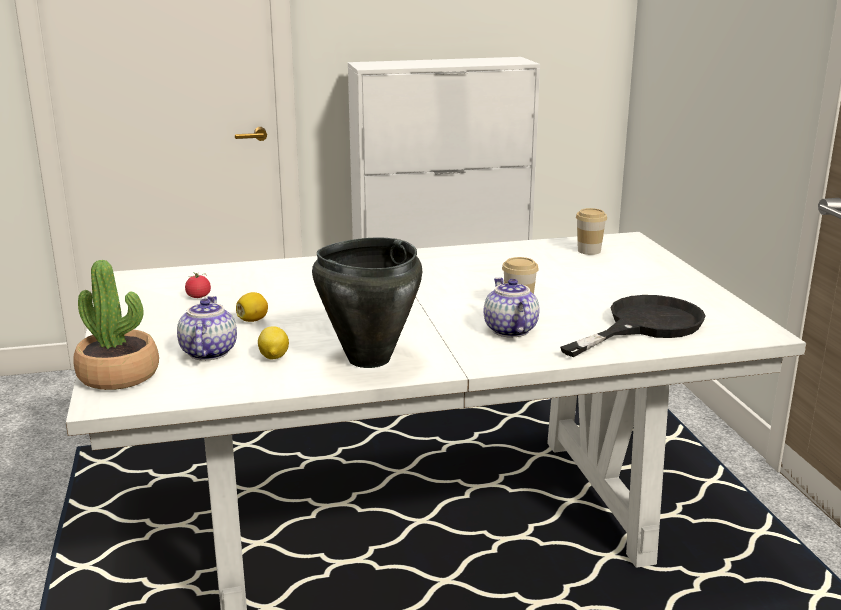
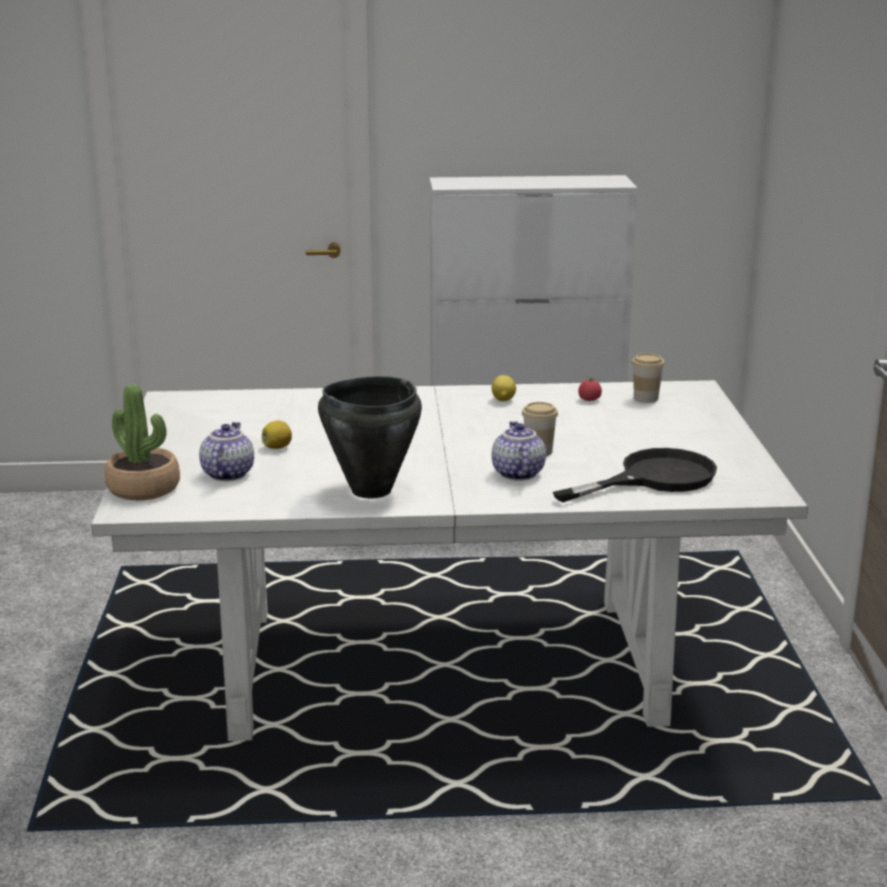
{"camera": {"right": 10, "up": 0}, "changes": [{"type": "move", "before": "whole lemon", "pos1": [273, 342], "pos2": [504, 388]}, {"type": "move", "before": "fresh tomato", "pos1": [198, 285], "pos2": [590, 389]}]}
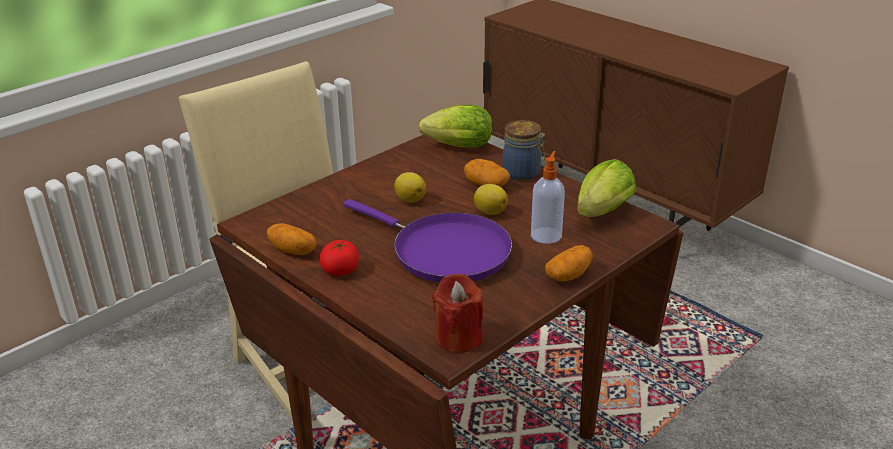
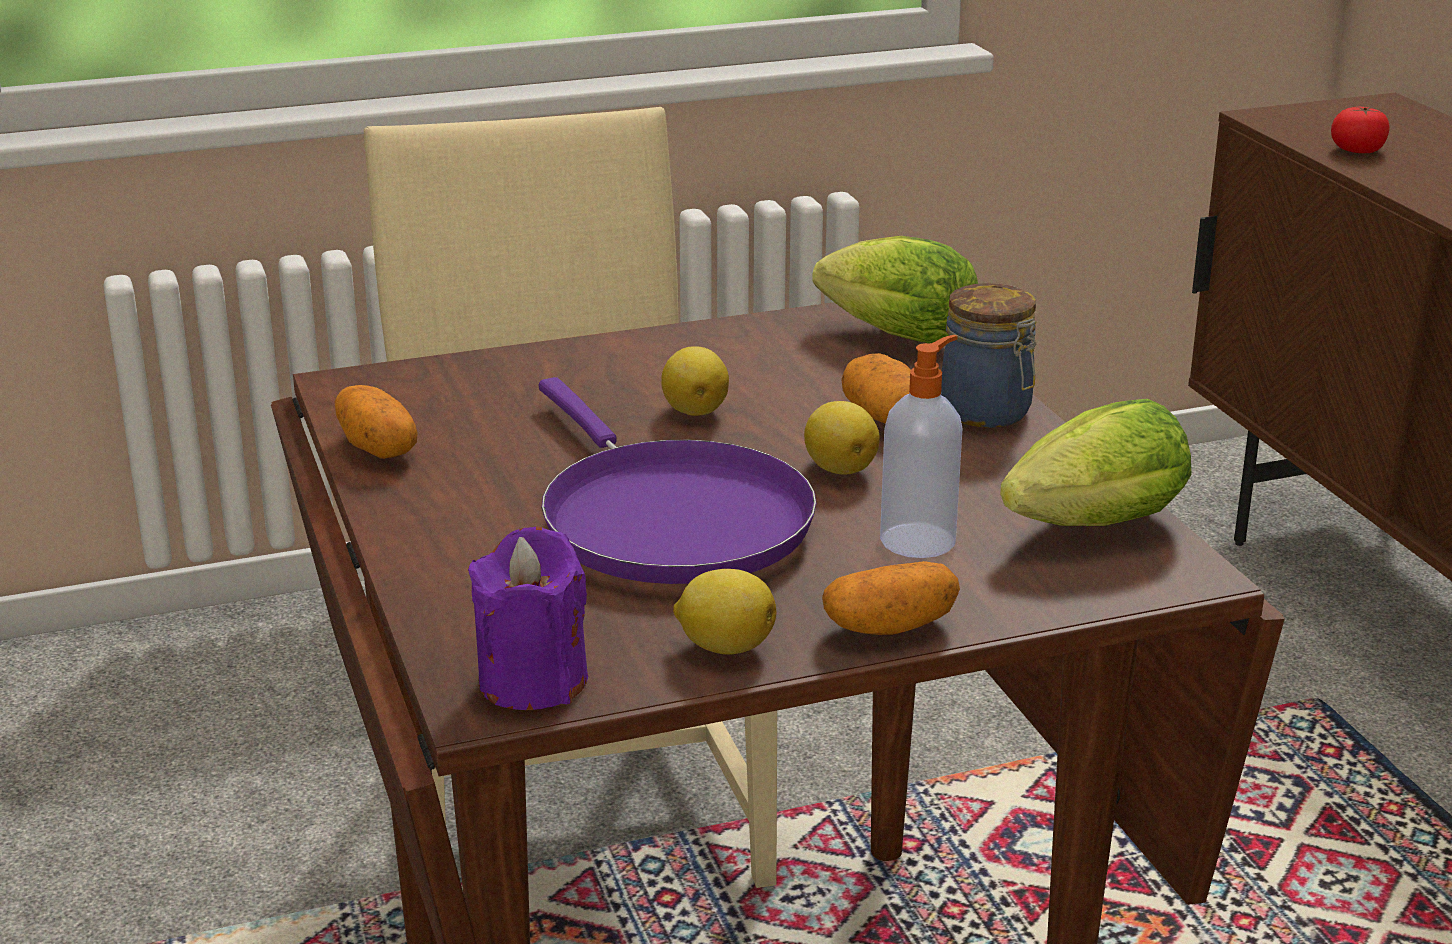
{"camera": {"right": 25, "up": -5}, "changes": [{"type": "recolor", "before": "wax light (red)", "after": "wax light (purple)", "pos1": [457, 313], "pos2": [528, 618]}, {"type": "insert", "after": "whole lemon", "pos2": [724, 611]}, {"type": "move", "before": "fresh tomato", "pos1": [339, 258], "pos2": [1360, 129]}]}
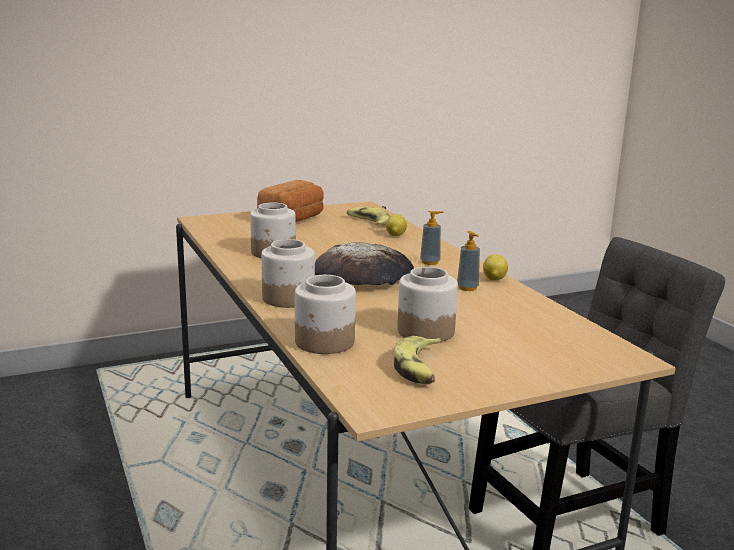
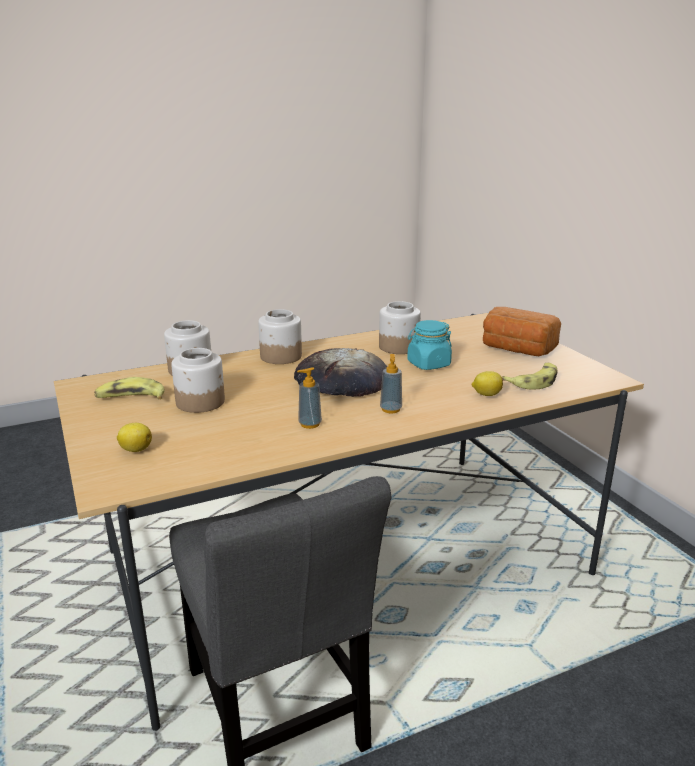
{"camera": {"right": 90, "up": 5}, "changes": [{"type": "move", "before": "whole lemon", "pos1": [495, 267], "pos2": [134, 437]}, {"type": "insert", "after": "preserve jar (blue-green)", "pos2": [429, 345]}]}
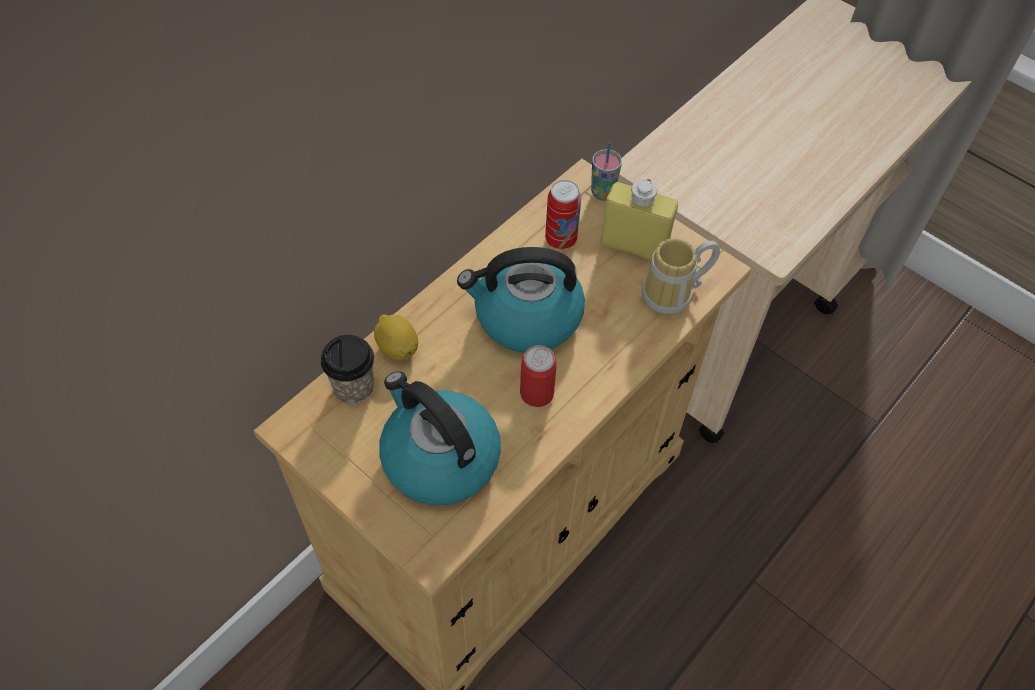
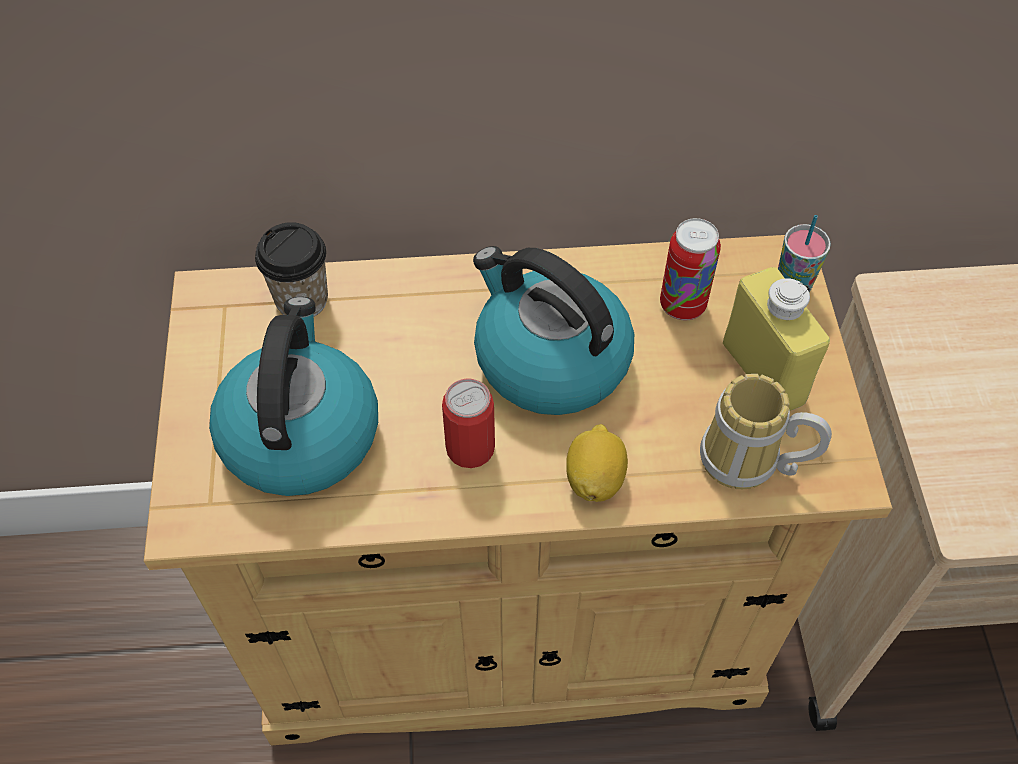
{"camera": {"right": 45, "up": 0}, "changes": [{"type": "move", "before": "whole lemon", "pos1": [396, 337], "pos2": [597, 463]}]}
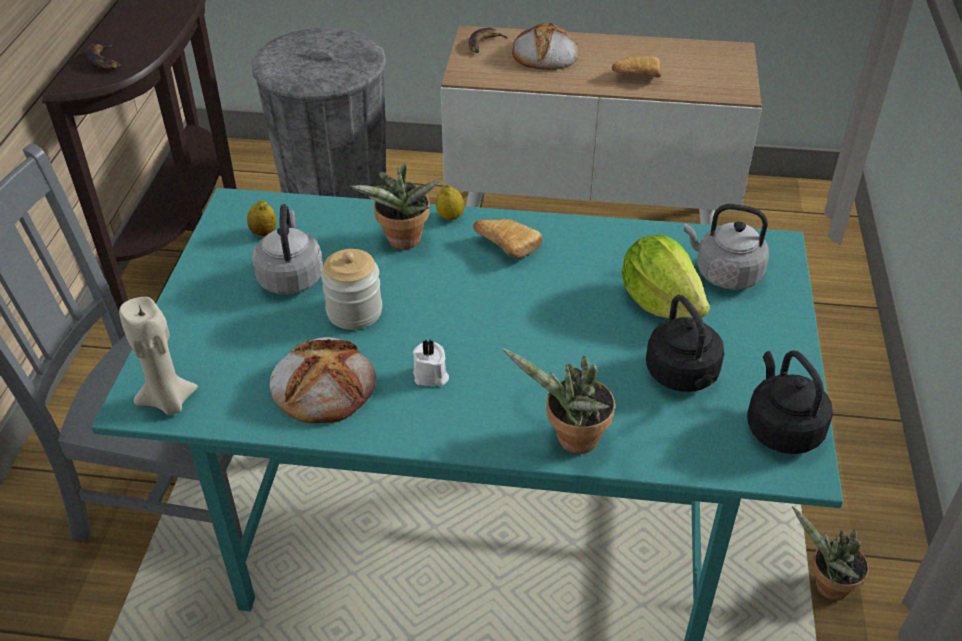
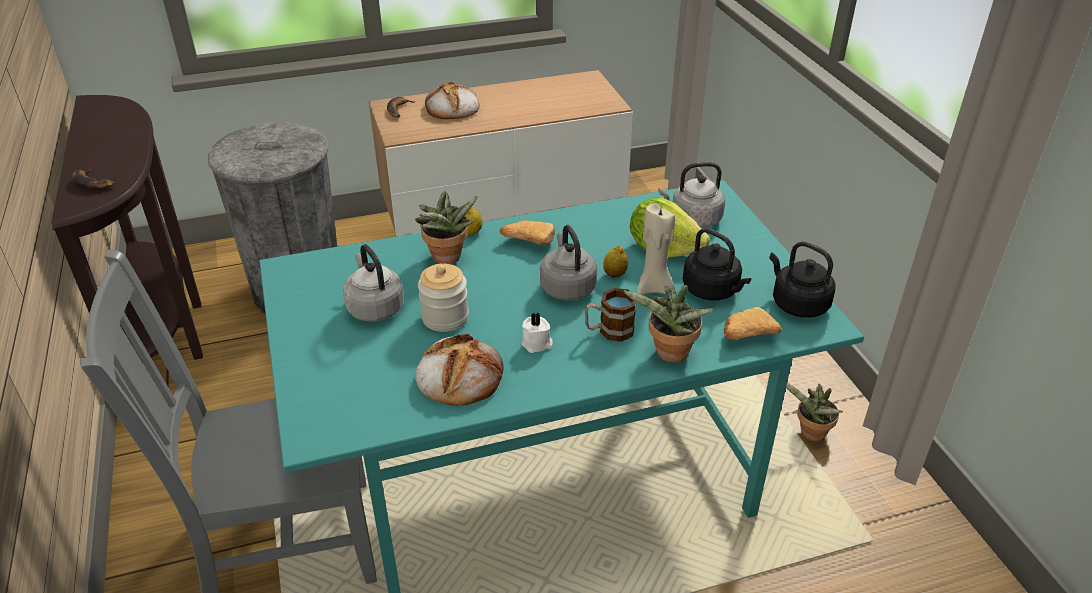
{"camera": {"right": -25, "up": -5}, "changes": [{"type": "insert", "after": "water kettle (grey)", "pos2": [568, 263]}, {"type": "insert", "after": "coffee mug", "pos2": [610, 315]}, {"type": "move", "before": "whole lemon", "pos1": [262, 218], "pos2": [615, 262]}, {"type": "move", "before": "wax light (sand-coloured)", "pos1": [158, 356], "pos2": [656, 249]}, {"type": "move", "before": "baked bread", "pos1": [637, 66], "pos2": [753, 323]}]}
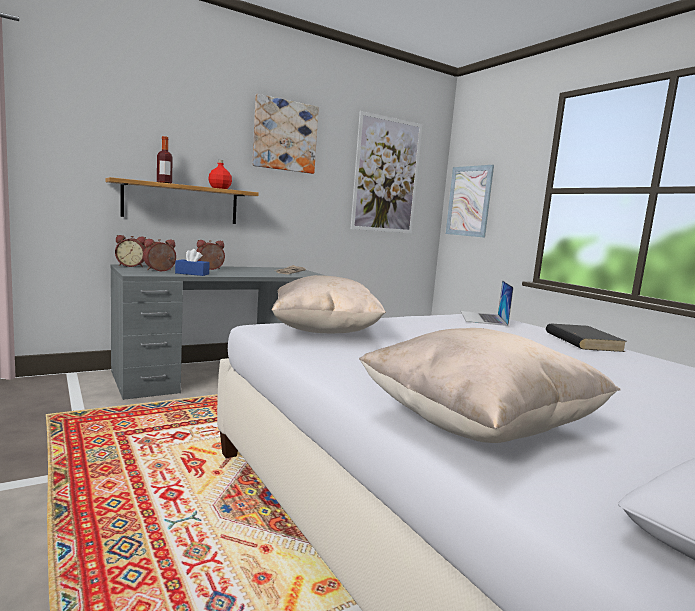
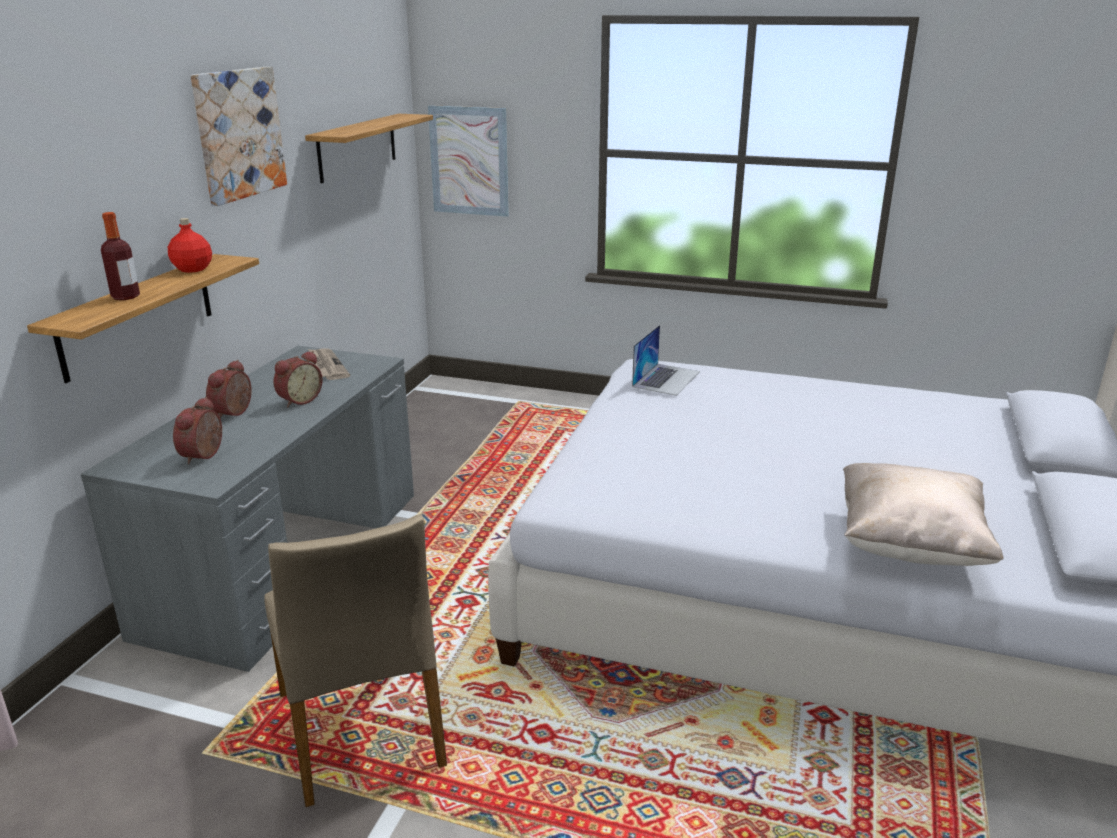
{"camera": {"right": -40, "up": 15}, "changes": [{"type": "insert", "after": "chair (sand-coloured)", "pos2": [355, 661]}, {"type": "move", "before": "bedside clock", "pos1": [130, 251], "pos2": [298, 379]}, {"type": "replace", "before": "picture", "after": "bracket shelf", "pos1": [386, 172], "pos2": [369, 148]}, {"type": "rotate", "before": "notebook computer", "pos1": [487, 303], "pos2": [666, 360], "turn": -120}, {"type": "delete", "before": "box of tissues (blue)", "pos1": [192, 262]}, {"type": "delete", "before": "pillow (sand-coloured)", "pos1": [329, 304]}, {"type": "delete", "before": "volume (black-coloured)", "pos1": [586, 337]}]}
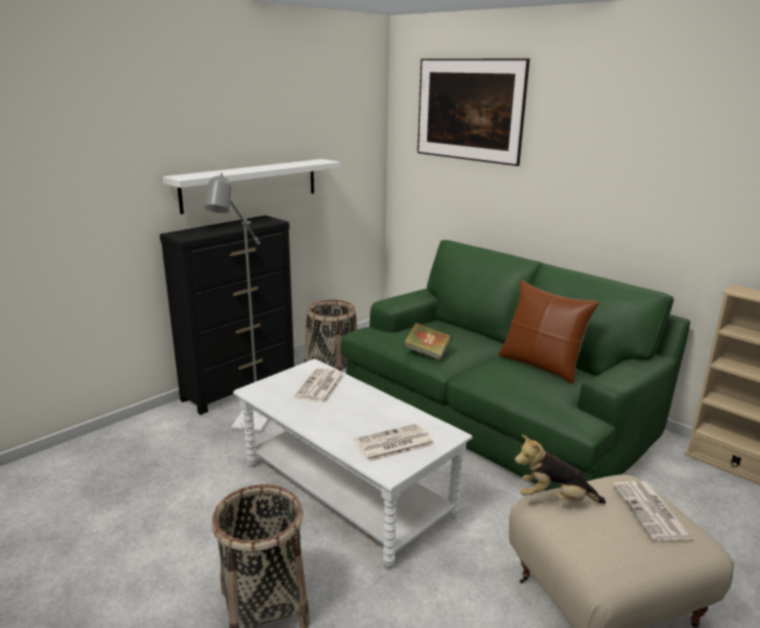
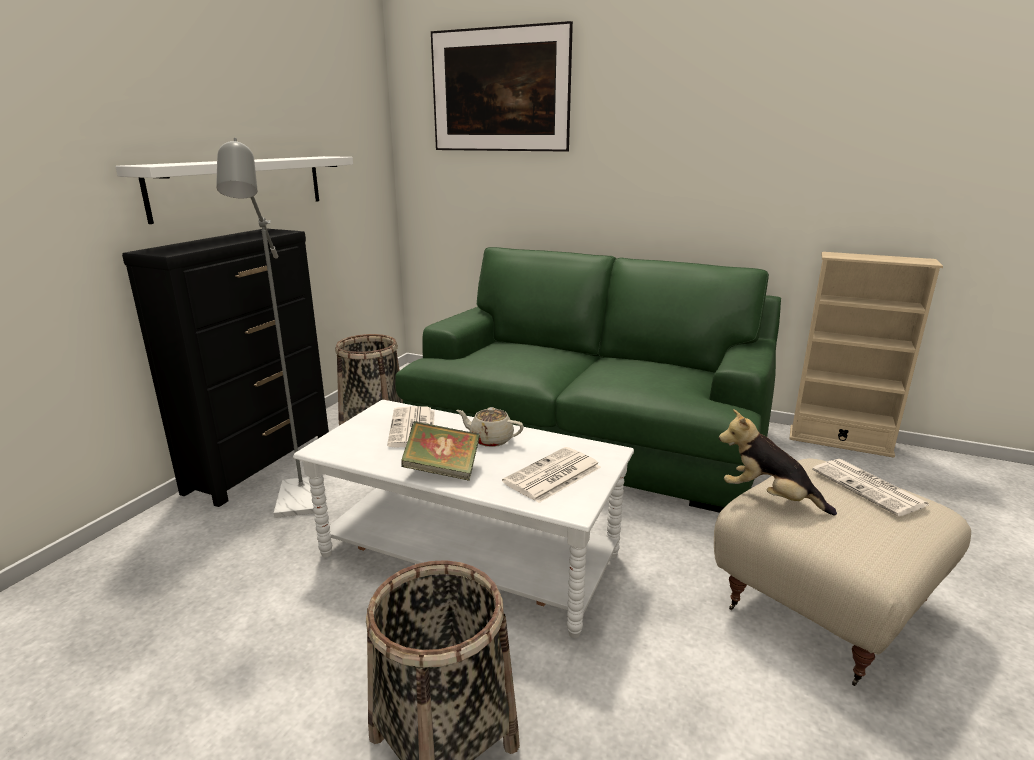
{"camera": {"right": -20, "up": 0}, "changes": [{"type": "move", "before": "volume", "pos1": [428, 341], "pos2": [440, 451]}, {"type": "insert", "after": "tea pot (sand-coloured)", "pos2": [490, 427]}, {"type": "rotate", "before": "plush toy", "pos1": [560, 469], "pos2": [778, 462], "turn": 45}, {"type": "delete", "before": "pillow (brownish)", "pos1": [548, 332]}]}
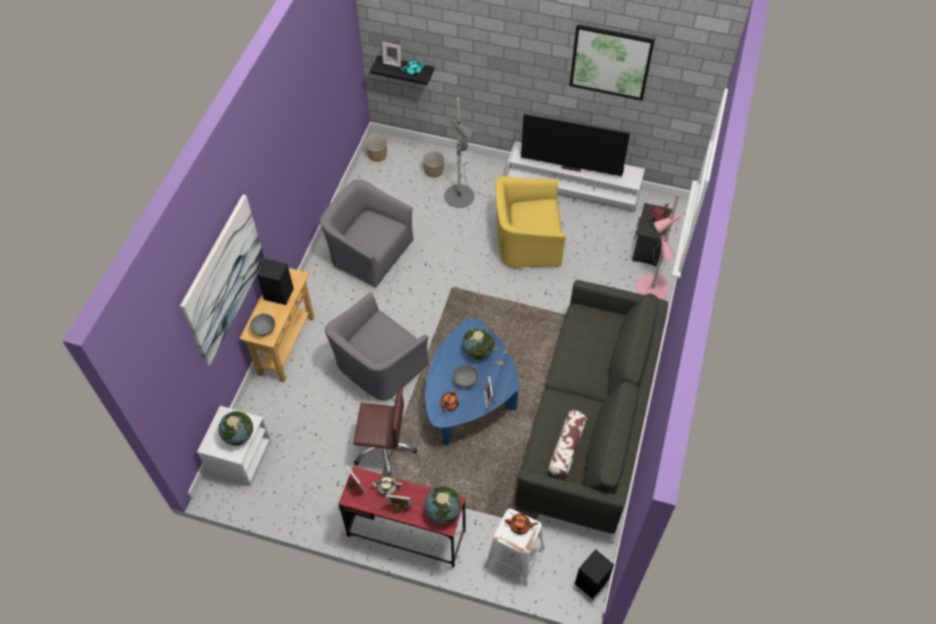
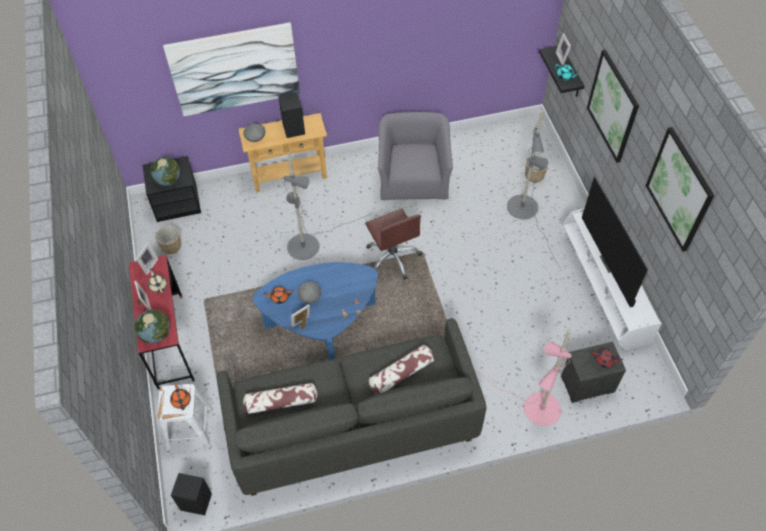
{"camera": {"right": 60, "up": 0}, "changes": [{"type": "recolor", "before": "nightstand (white-coloured)", "after": "nightstand (black-coloured)", "pos1": [234, 446], "pos2": [172, 189]}, {"type": "move", "before": "planter", "pos1": [376, 148], "pos2": [168, 240]}, {"type": "replace", "before": "lounge chair (grey)", "after": "floor lamp (grey)", "pos1": [377, 346], "pos2": [327, 206]}, {"type": "move", "before": "computer chair (brownish)", "pos1": [385, 432], "pos2": [393, 244]}, {"type": "insert", "after": "pillow", "pos2": [401, 369]}, {"type": "insert", "after": "picture", "pos2": [613, 106]}, {"type": "delete", "before": "world globe", "pos1": [478, 344]}, {"type": "delete", "before": "lounge chair (yellow-coloured)", "pos1": [530, 222]}]}
